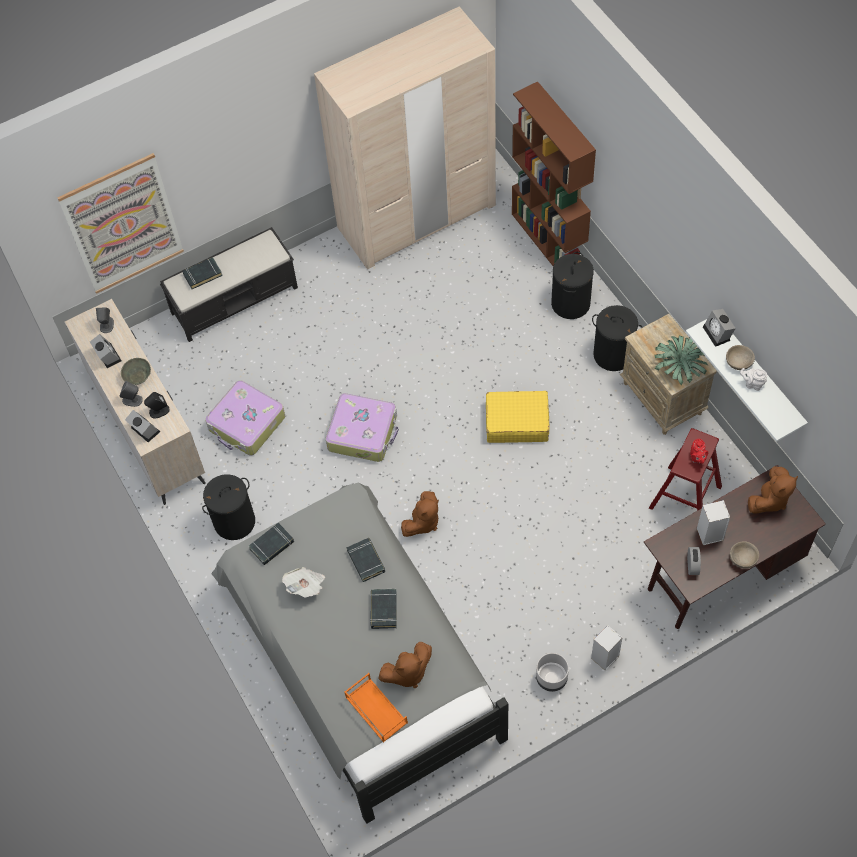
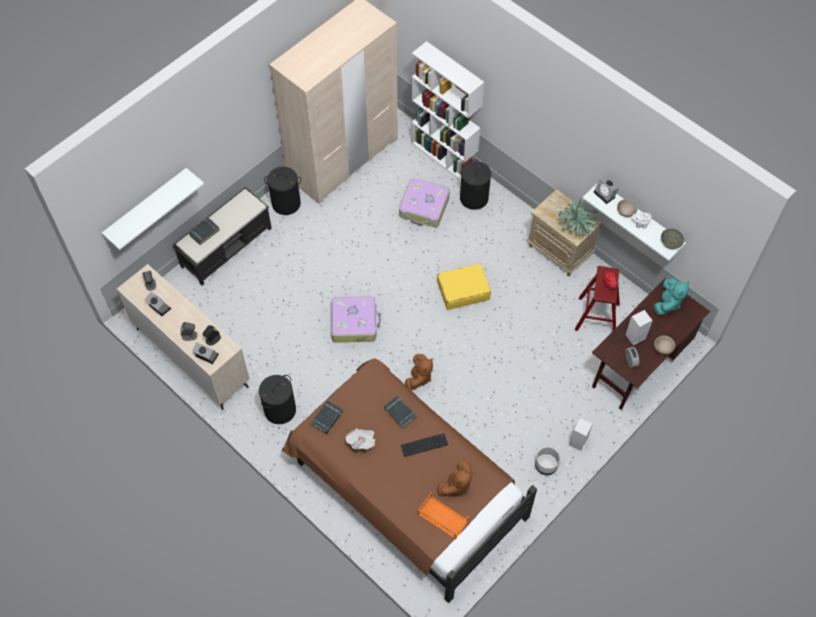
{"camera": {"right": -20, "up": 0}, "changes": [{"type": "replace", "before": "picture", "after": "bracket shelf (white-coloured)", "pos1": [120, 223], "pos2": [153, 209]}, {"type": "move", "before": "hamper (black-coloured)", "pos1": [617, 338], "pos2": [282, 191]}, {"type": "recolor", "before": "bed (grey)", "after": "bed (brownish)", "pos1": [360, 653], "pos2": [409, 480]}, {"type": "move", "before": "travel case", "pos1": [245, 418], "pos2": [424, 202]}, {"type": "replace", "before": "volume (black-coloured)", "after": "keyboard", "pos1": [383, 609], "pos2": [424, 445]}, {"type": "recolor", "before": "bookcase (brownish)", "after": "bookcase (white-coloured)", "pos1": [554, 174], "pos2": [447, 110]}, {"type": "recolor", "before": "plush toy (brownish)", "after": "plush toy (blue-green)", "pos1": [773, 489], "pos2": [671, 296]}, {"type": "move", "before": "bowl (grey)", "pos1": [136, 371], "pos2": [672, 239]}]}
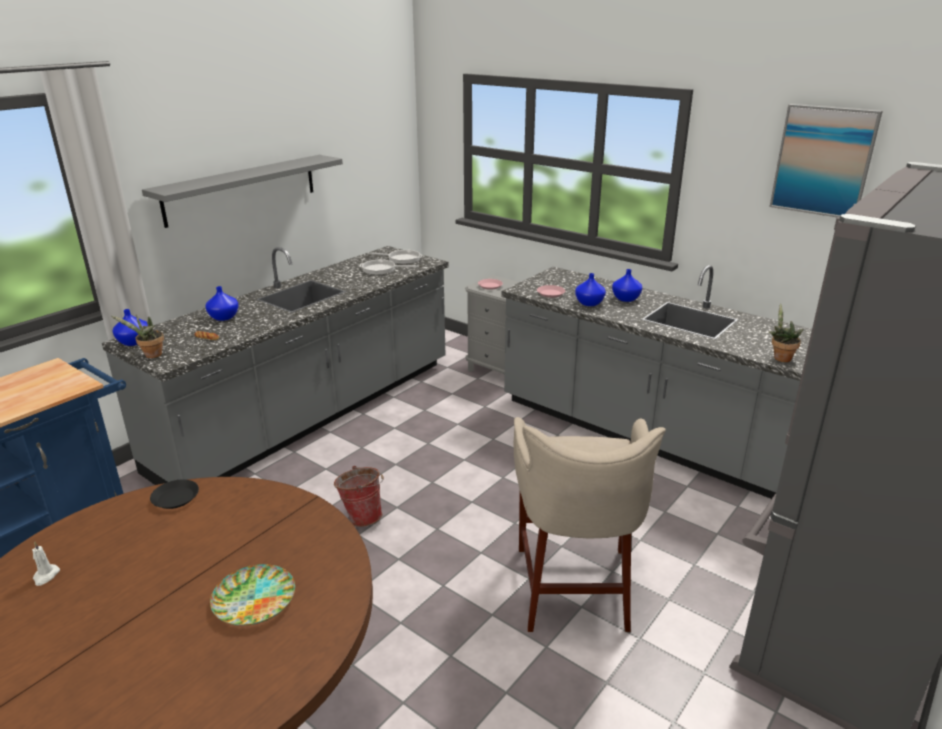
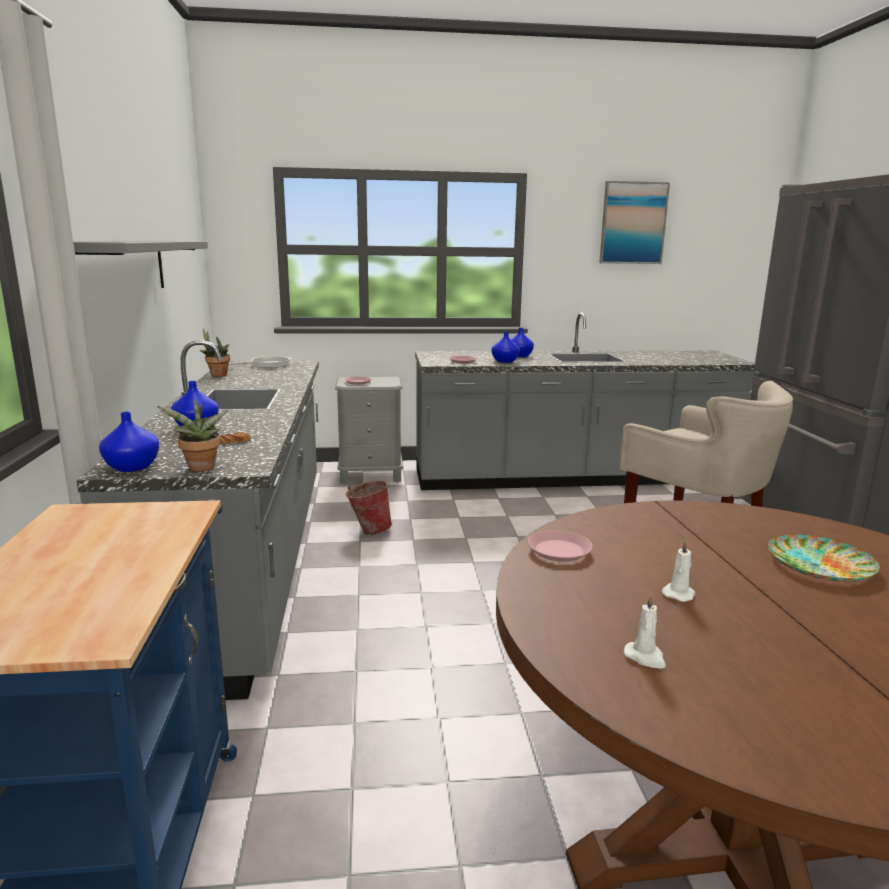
{"camera": {"right": -45, "up": -10}, "changes": [{"type": "move", "before": "houseplant", "pos1": [786, 332], "pos2": [215, 352]}, {"type": "move", "before": "pail", "pos1": [359, 496], "pos2": [369, 507]}, {"type": "recolor", "before": "plate (black-coloured)", "after": "plate (pink)", "pos1": [174, 494], "pos2": [560, 546]}, {"type": "insert", "after": "wax light (white-coloured)", "pos2": [678, 571]}, {"type": "delete", "before": "frying pan", "pos1": [389, 267]}]}
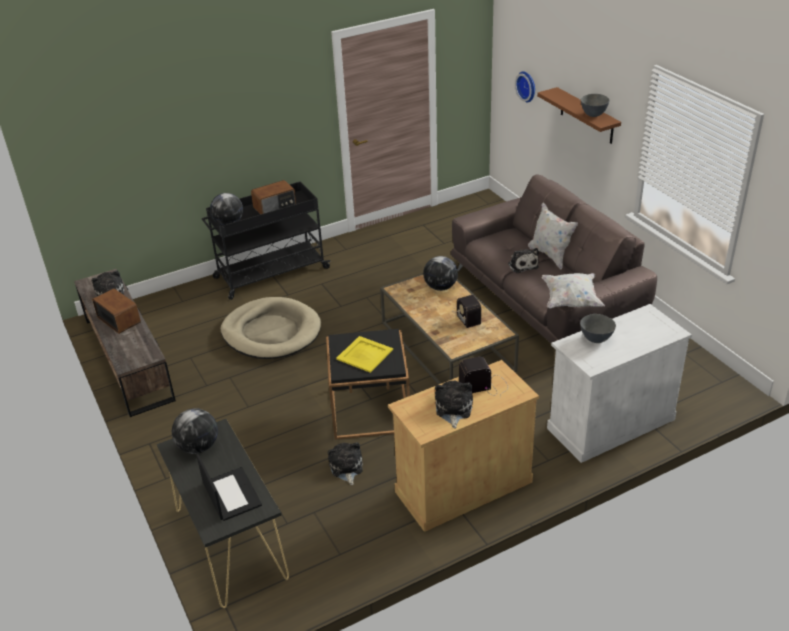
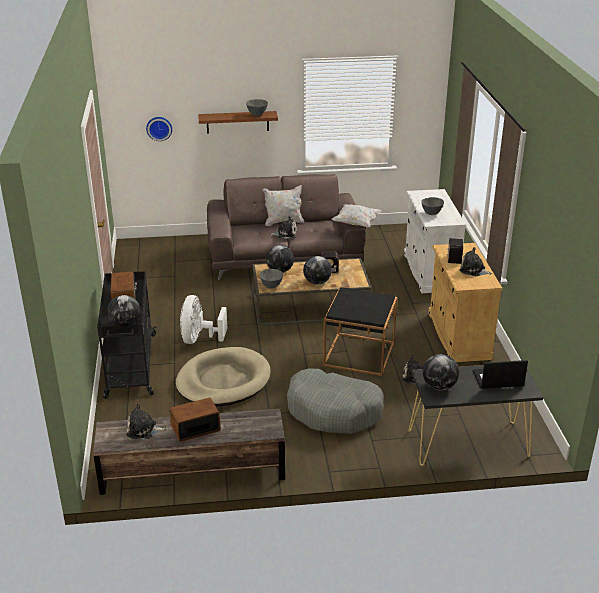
{"camera": {"right": -70, "up": -5}, "changes": [{"type": "insert", "after": "fan (white-coloured)", "pos2": [203, 319]}, {"type": "insert", "after": "bowl (grey)", "pos2": [271, 279]}, {"type": "insert", "after": "pet bed (grey)", "pos2": [335, 401]}, {"type": "insert", "after": "world globe", "pos2": [317, 270]}, {"type": "delete", "before": "tray (yellow-coloured)", "pos1": [364, 354]}]}
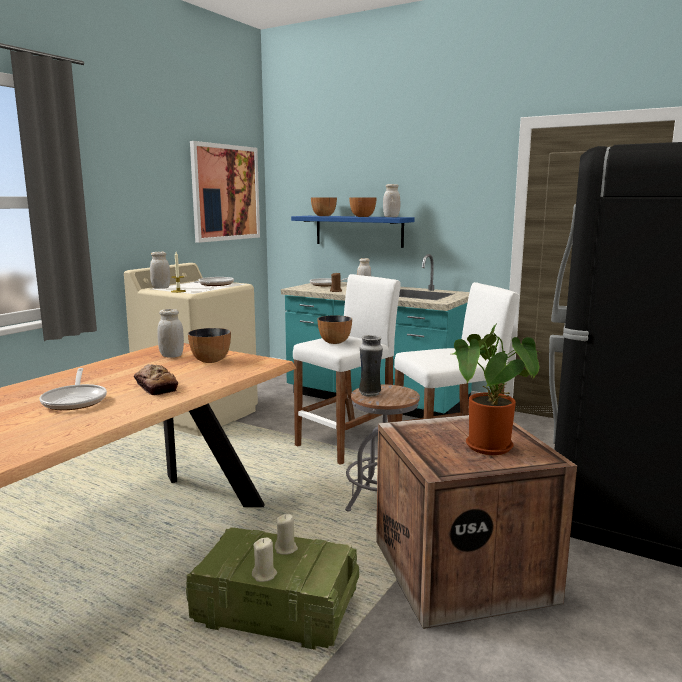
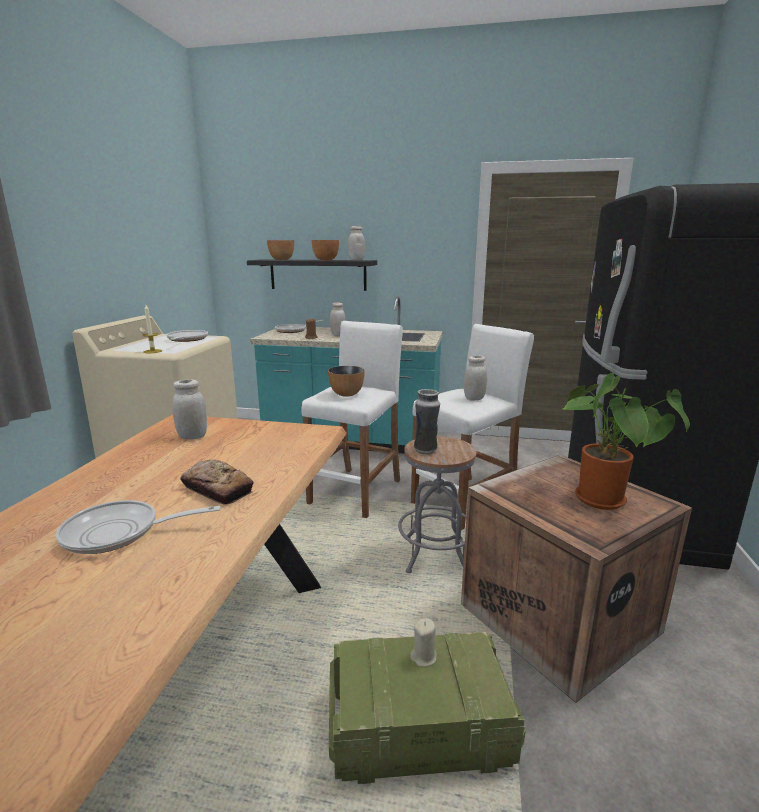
{"camera": {"right": -20, "up": 5}, "changes": [{"type": "rotate", "before": "frying pan", "pos1": [73, 389], "pos2": [138, 527], "turn": 120}, {"type": "recolor", "before": "bracket shelf (blue)", "after": "bracket shelf (black-coloured)", "pos1": [353, 232], "pos2": [312, 275]}, {"type": "move", "before": "preserve jar (white-coloured)", "pos1": [160, 270], "pos2": [475, 377]}, {"type": "delete", "before": "bowl", "pos1": [209, 345]}, {"type": "delete", "before": "picture", "pos1": [225, 192]}, {"type": "delete", "before": "wax light (sand-coloured)", "pos1": [264, 559]}]}
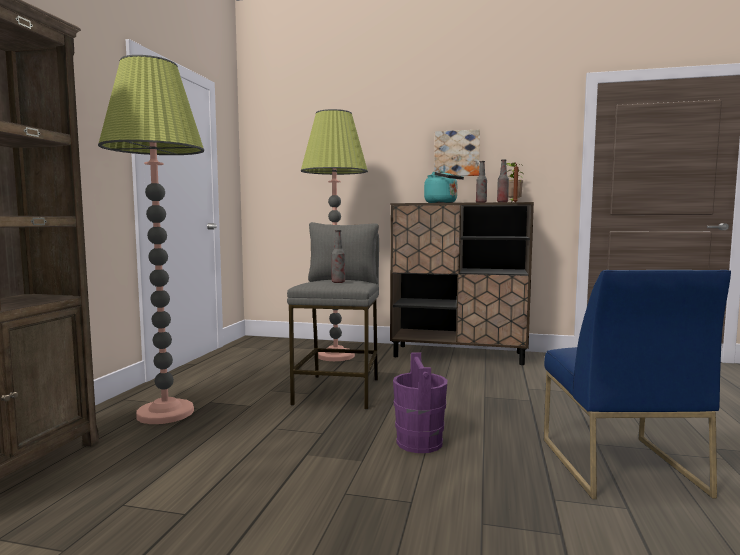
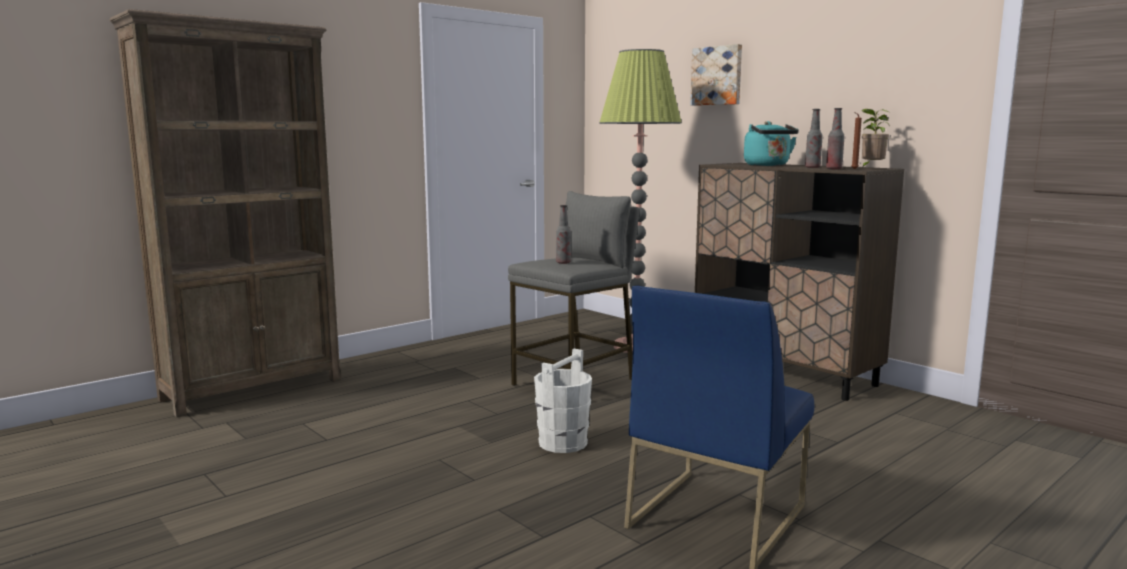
{"camera": {"right": 35, "up": 5}, "changes": [{"type": "recolor", "before": "pail (purple)", "after": "pail (white-coloured)", "pos1": [420, 402], "pos2": [563, 400]}, {"type": "move", "before": "picture", "pos1": [457, 153], "pos2": [716, 75]}, {"type": "delete", "before": "floor lamp", "pos1": [151, 239]}]}
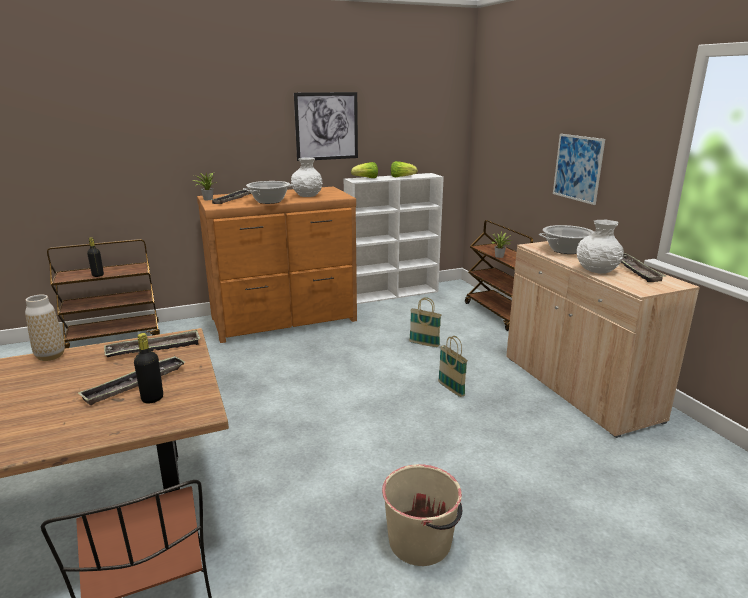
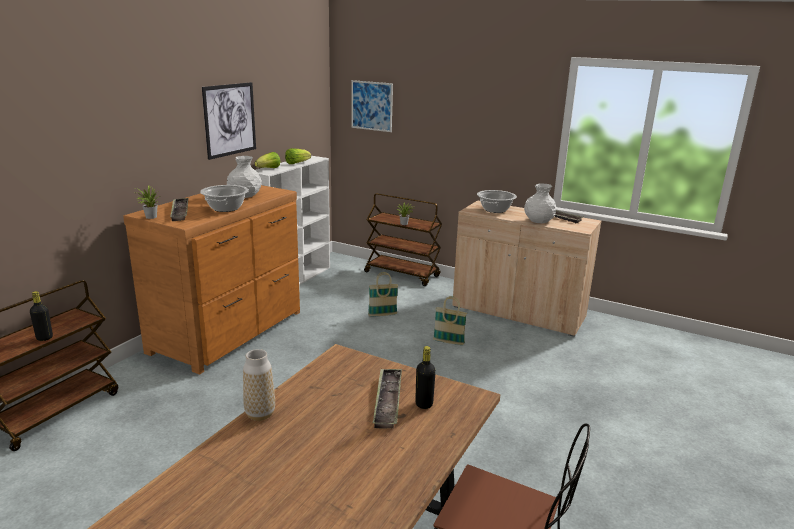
{"camera": {"right": -40, "up": 0}, "changes": [{"type": "move", "before": "picture", "pos1": [579, 169], "pos2": [372, 106]}, {"type": "delete", "before": "tray", "pos1": [152, 343]}, {"type": "delete", "before": "pail (sand-coloured)", "pos1": [422, 515]}]}
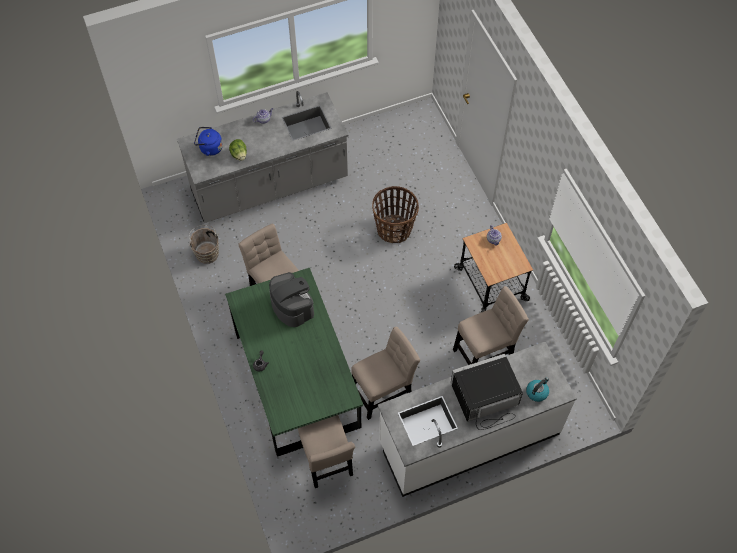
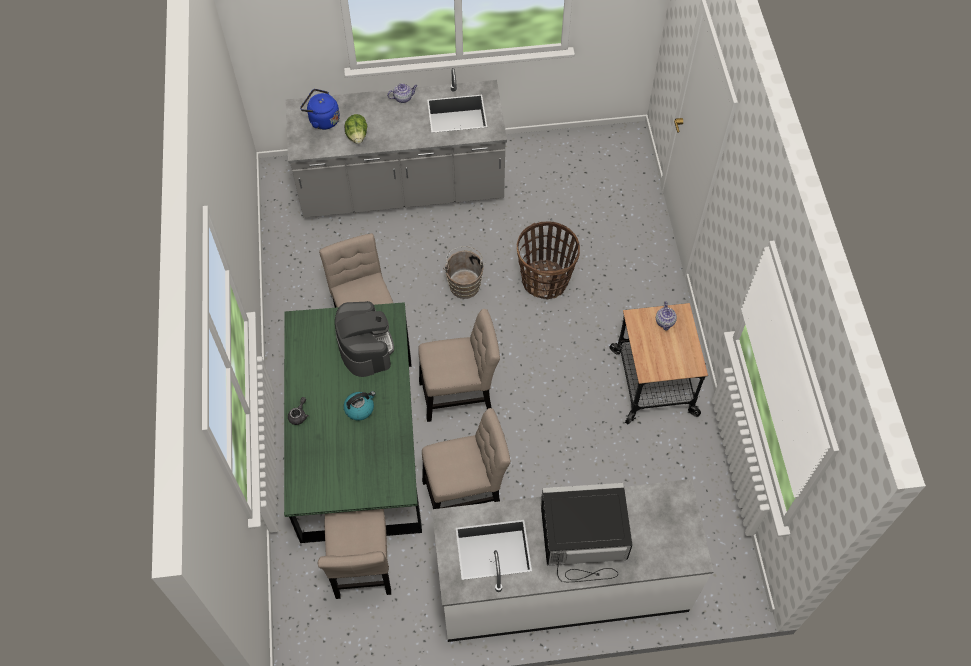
{"camera": {"right": 15, "up": 0}, "changes": [{"type": "move", "before": "water kettle", "pos1": [537, 389], "pos2": [360, 406]}, {"type": "move", "before": "chair (sand-coloured)", "pos1": [491, 325], "pos2": [459, 365]}, {"type": "move", "before": "pail (brownish)", "pos1": [203, 244], "pos2": [464, 272]}]}
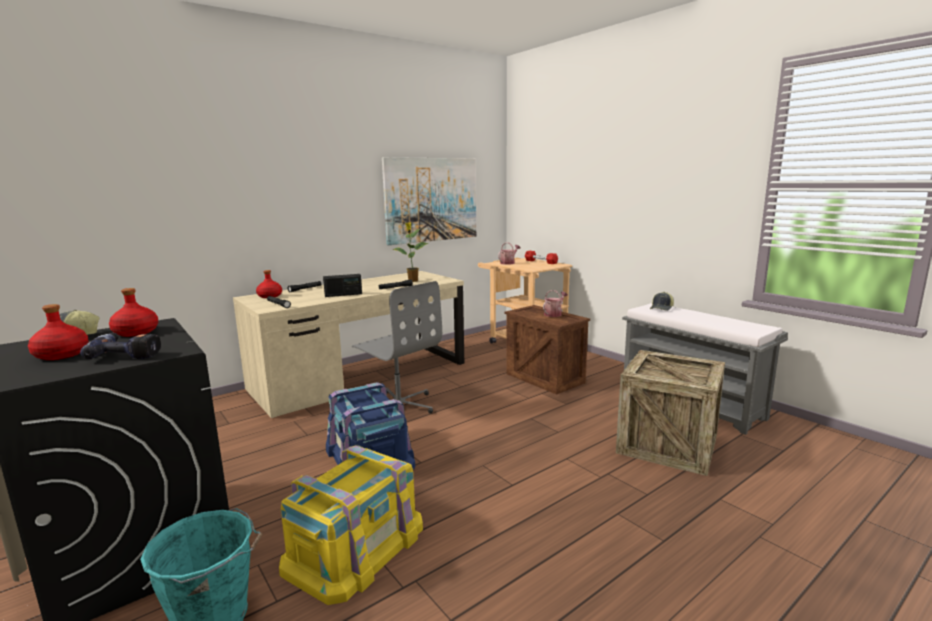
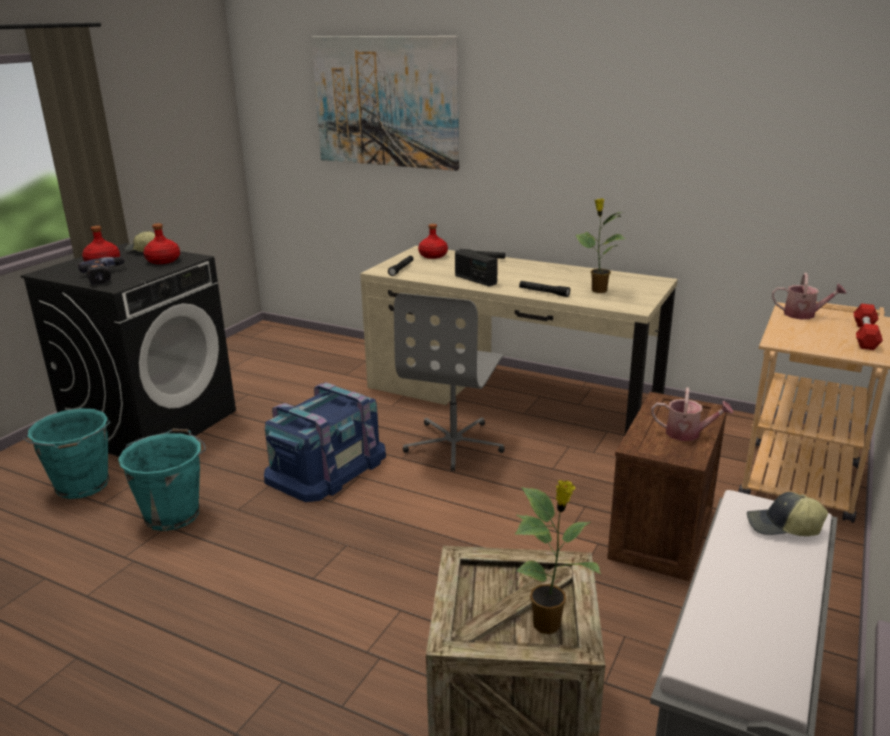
{"camera": {"right": 65, "up": 10}, "changes": [{"type": "replace", "before": "storage container (yellow-coloured)", "after": "pail (blue-green)", "pos1": [351, 525], "pos2": [162, 479]}, {"type": "move", "before": "picture", "pos1": [429, 201], "pos2": [385, 103]}, {"type": "insert", "after": "houseplant", "pos2": [557, 557]}]}
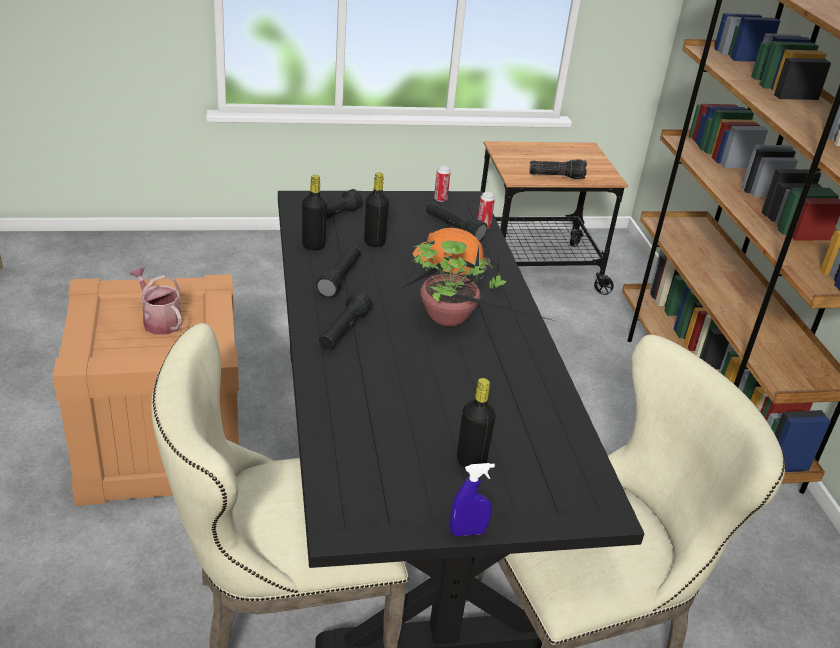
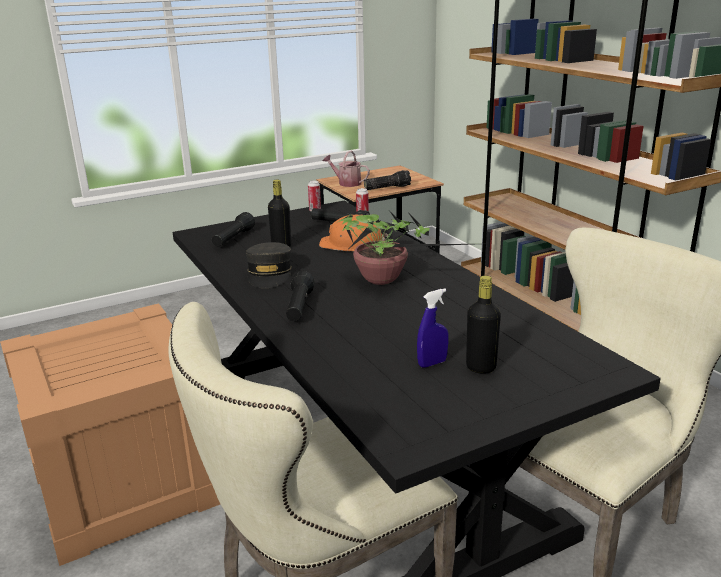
{"camera": {"right": -15, "up": -10}, "changes": [{"type": "replace", "before": "hand torch (black-coloured)", "after": "peaked cap (grey)", "pos1": [338, 272], "pos2": [269, 265]}, {"type": "move", "before": "watering pot", "pos1": [155, 301], "pos2": [346, 168]}, {"type": "move", "before": "sprayer (blue)", "pos1": [472, 499], "pos2": [433, 328]}, {"type": "delete", "before": "drink bottle (black-coloured)", "pos1": [314, 212]}]}
